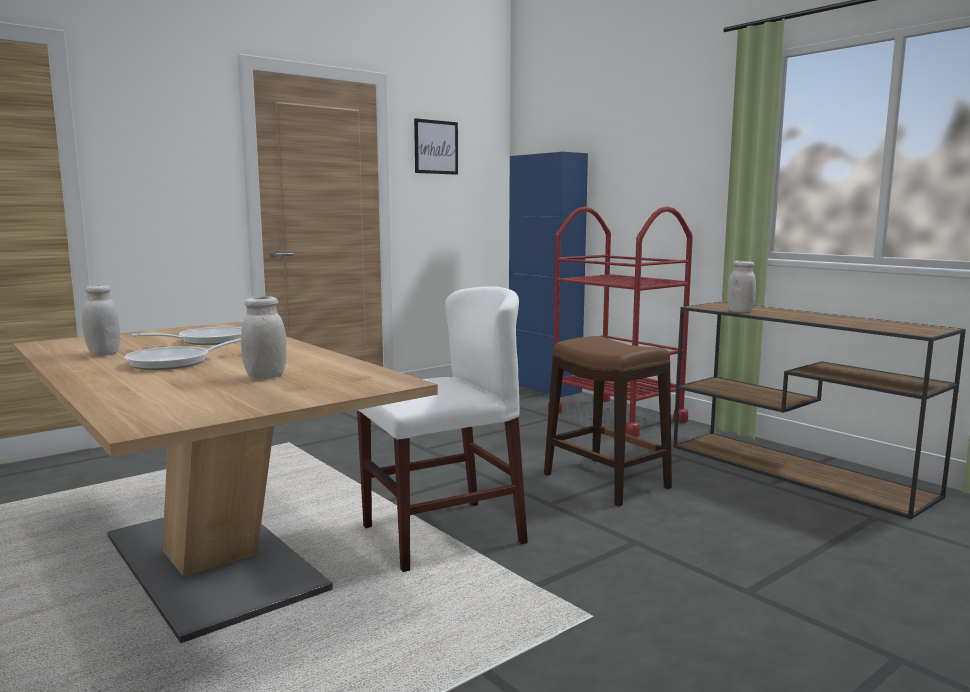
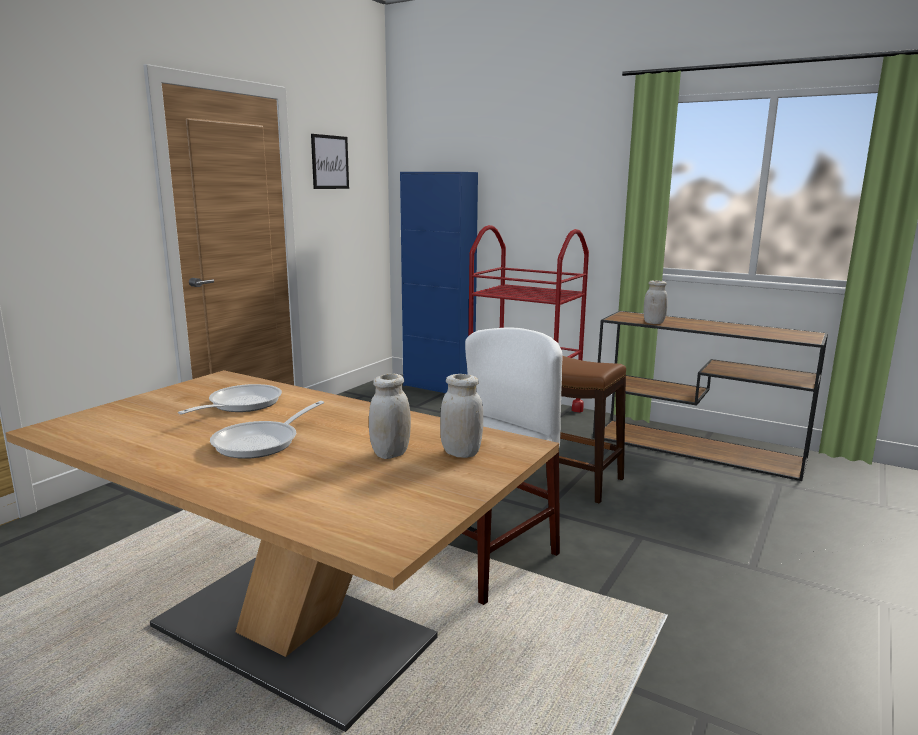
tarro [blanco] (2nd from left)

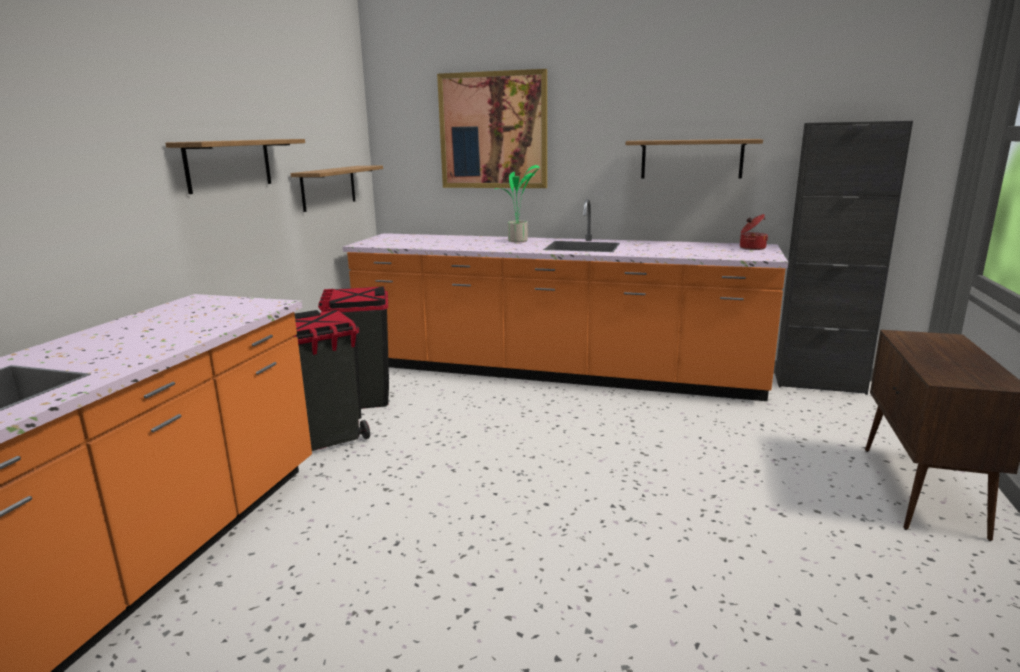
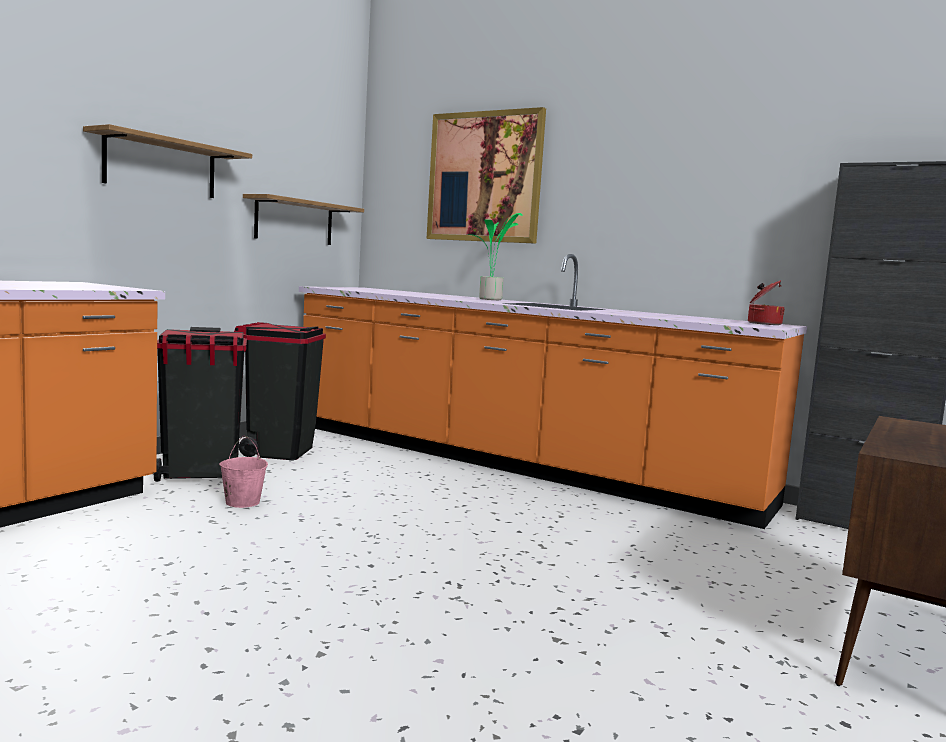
cubo [rosa]; estante (3rd from left in the first image)

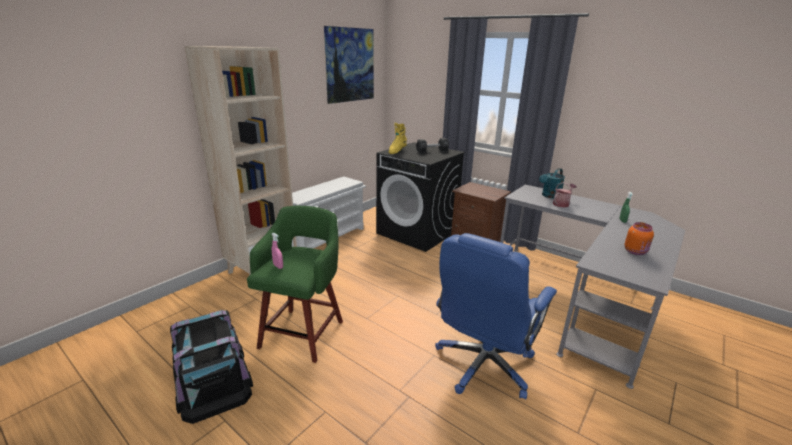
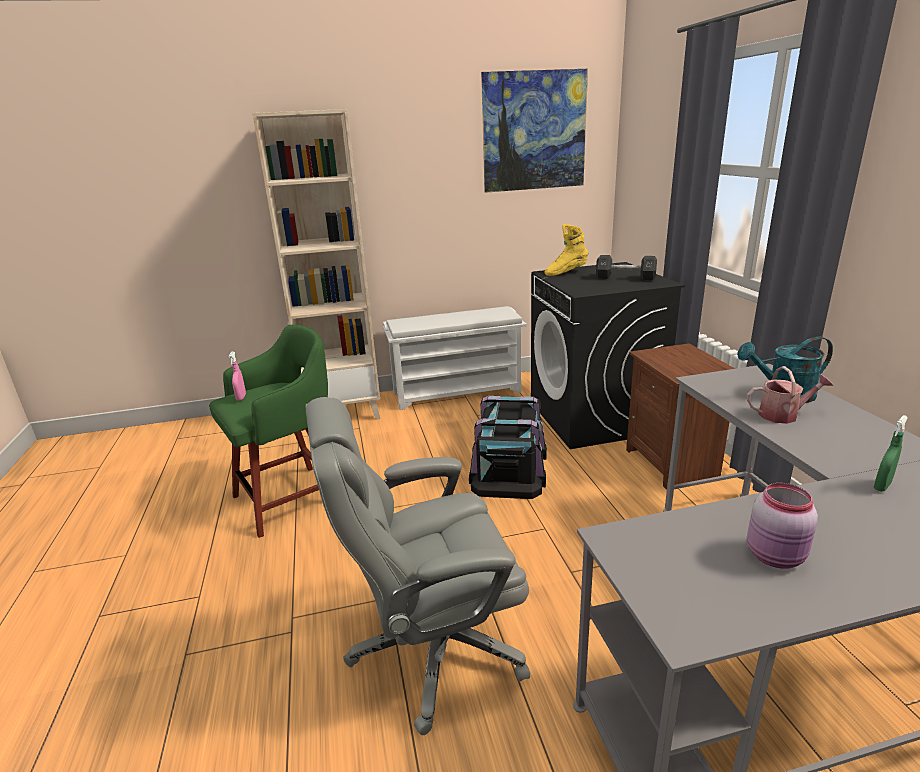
silla de oficina [gris]; caja de almacenaje [negro]; tarro [rosa]

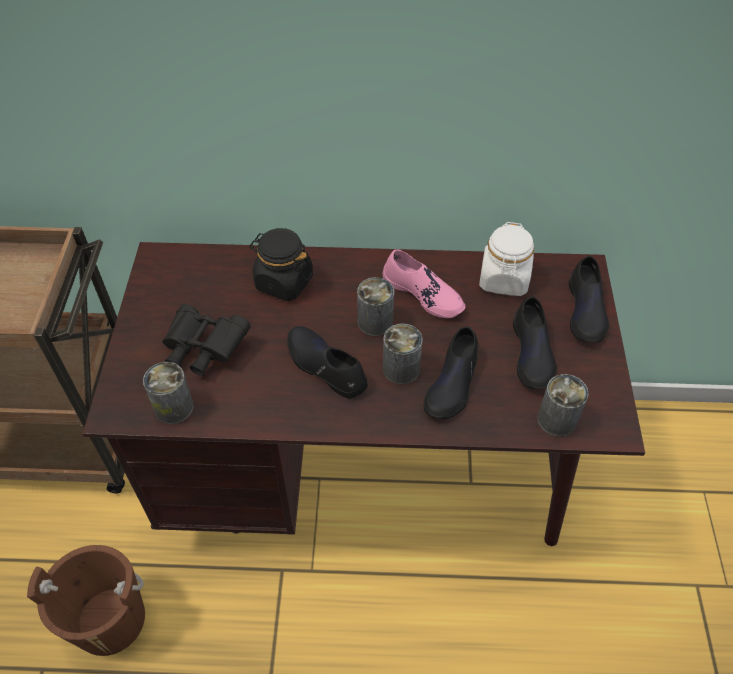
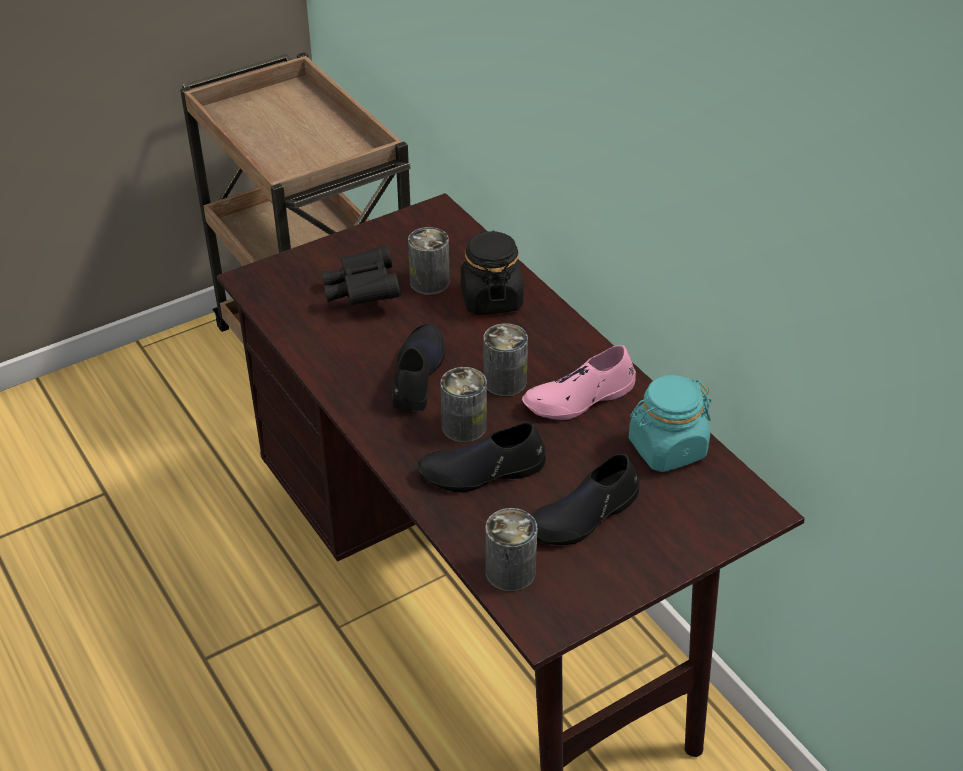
lata (1st from left); zapato [rosa]; tarro [turquesa]; cubo [marrón]; zapato [negro] (4th from left in the first image)

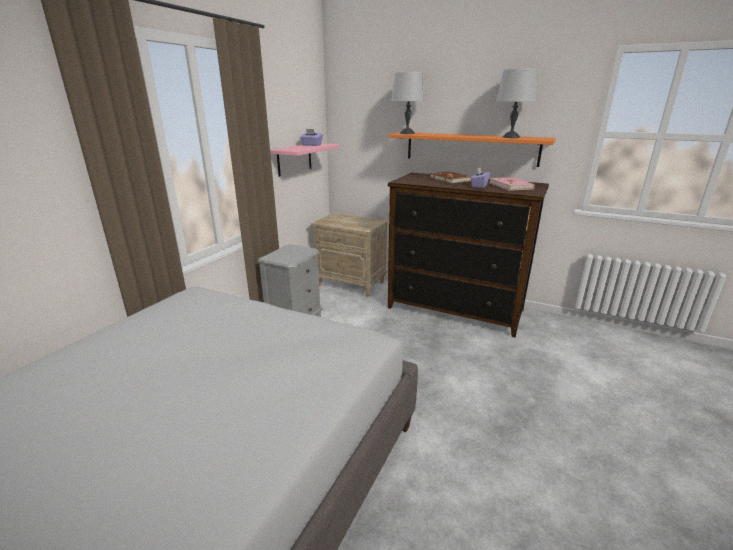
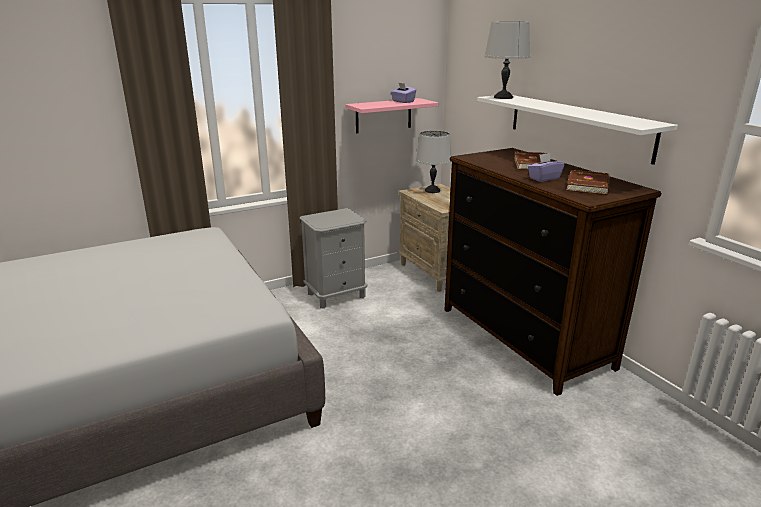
lámpara de mesa [gris] (1st from left); estante [blanco]; libro [marrón] (2nd from left)

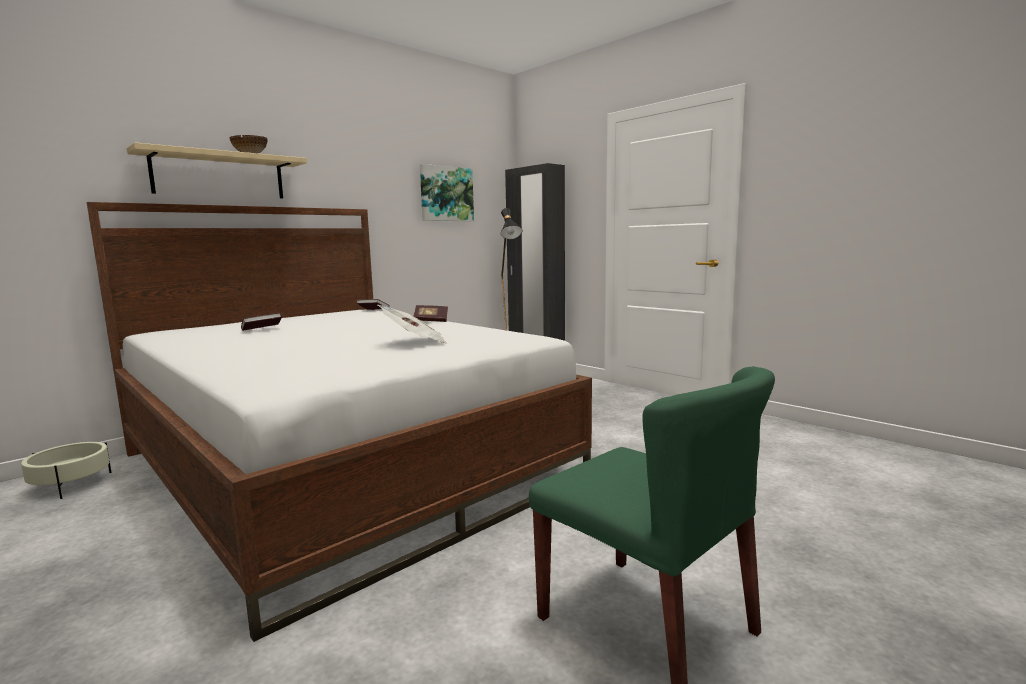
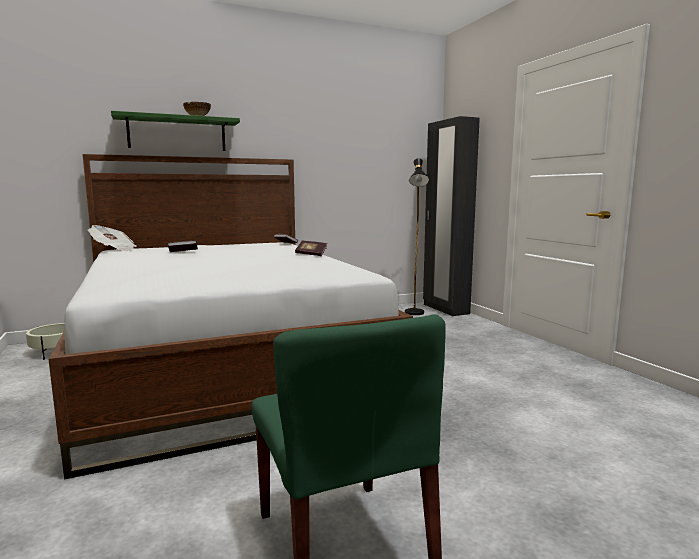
periódico; estante [verde]; cuadro

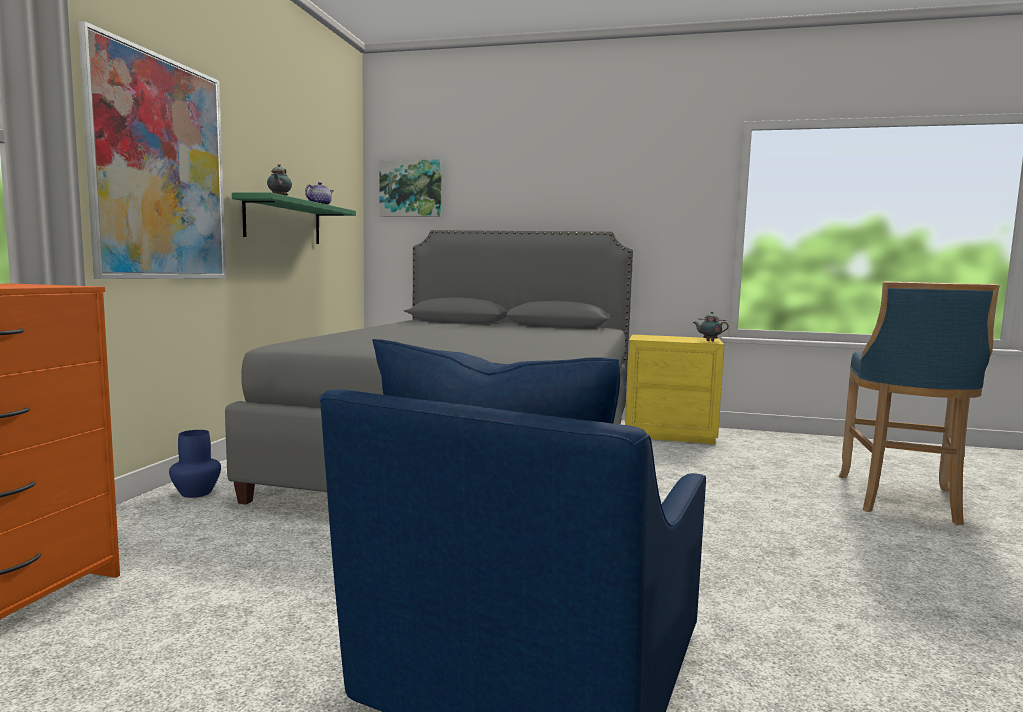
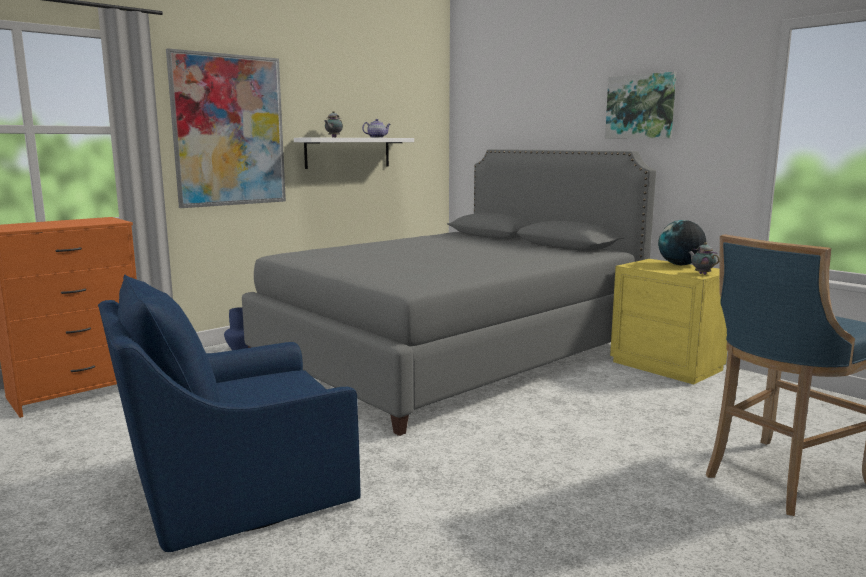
estante [blanco]; cuadro (2nd from left); globo terráqueo

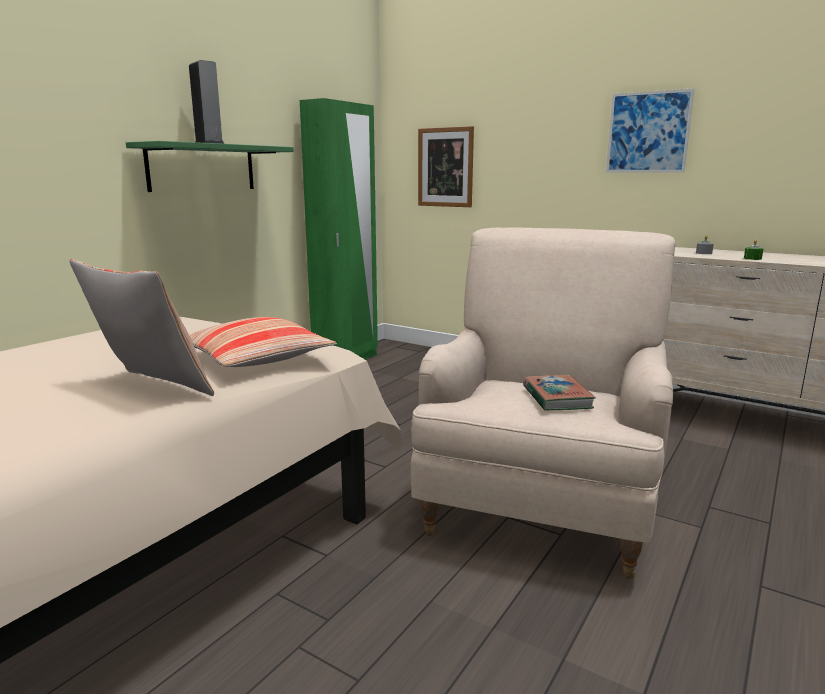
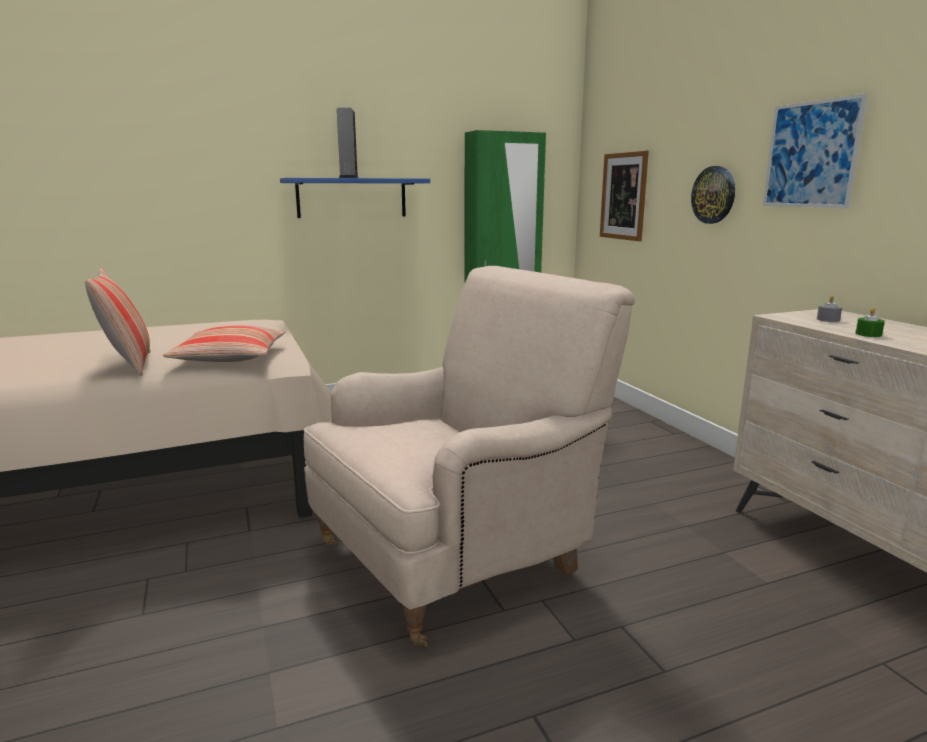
estante [azul]; reloj de pared; libro

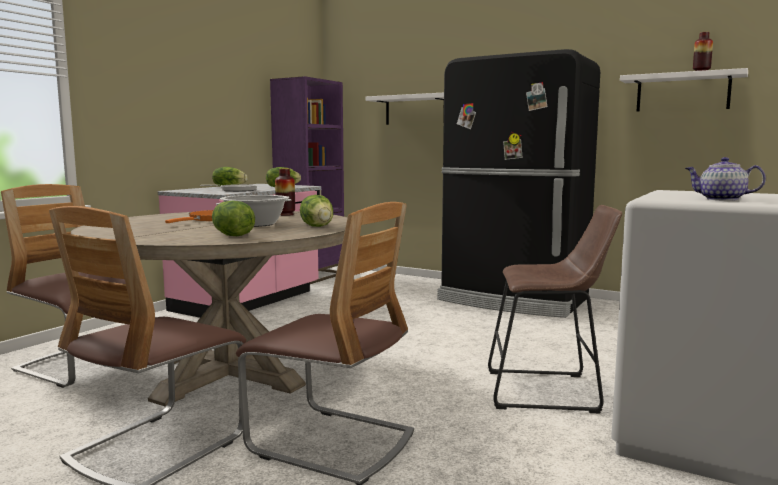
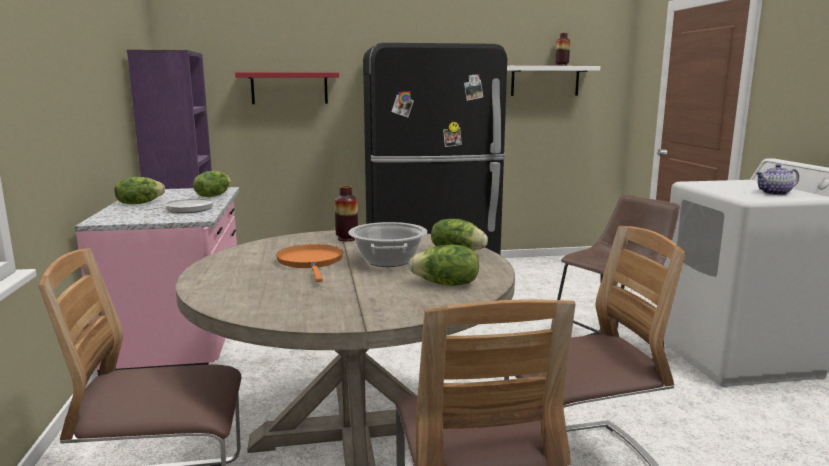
estante [rojo]

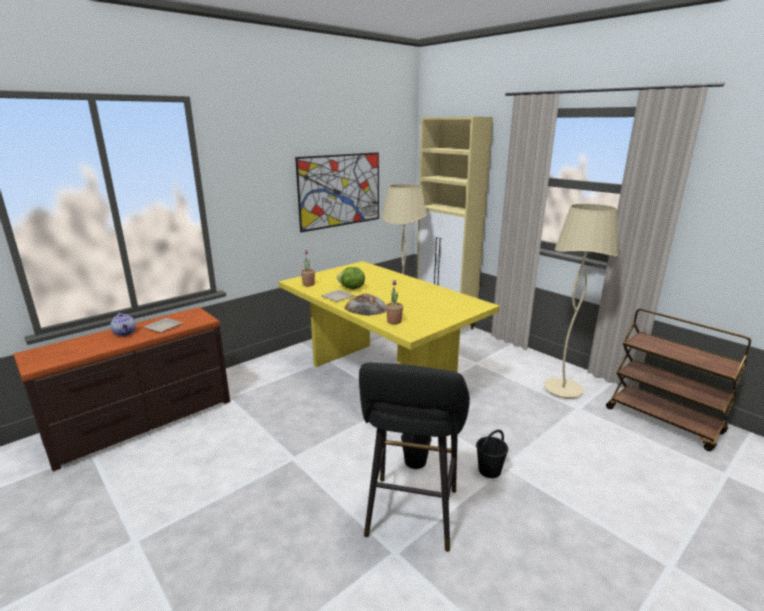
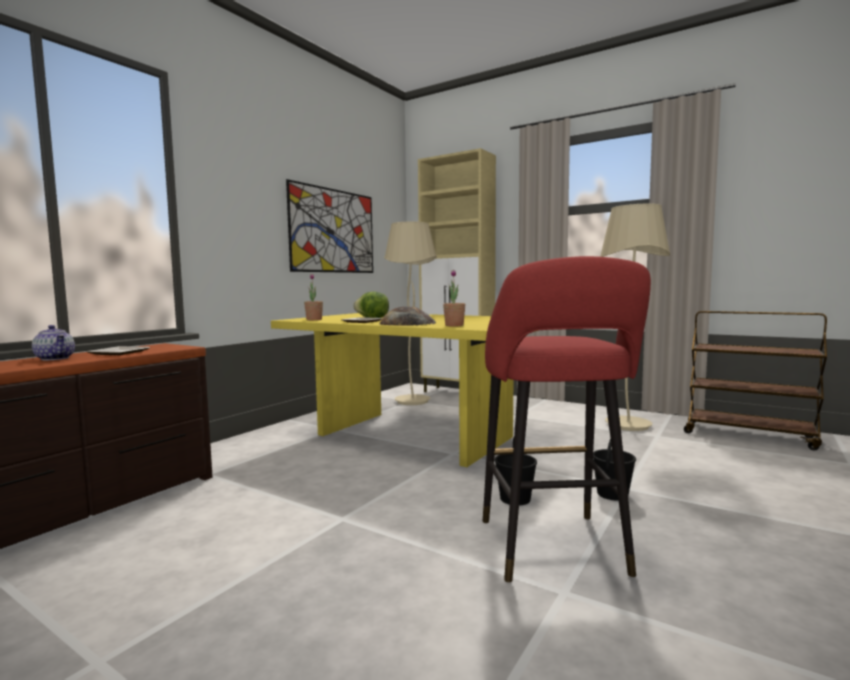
taburete [rojo]

